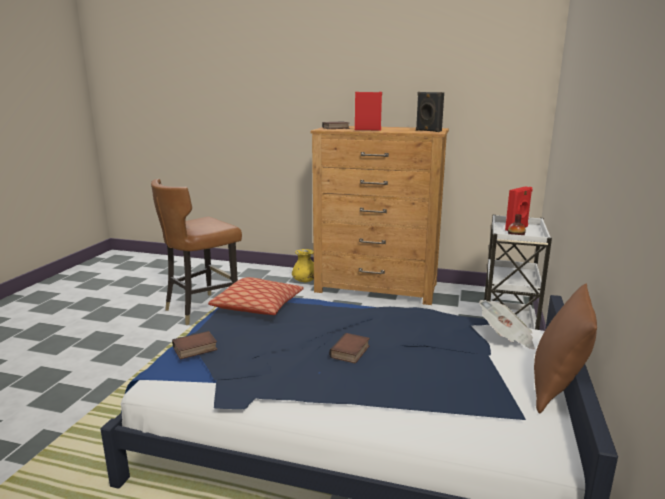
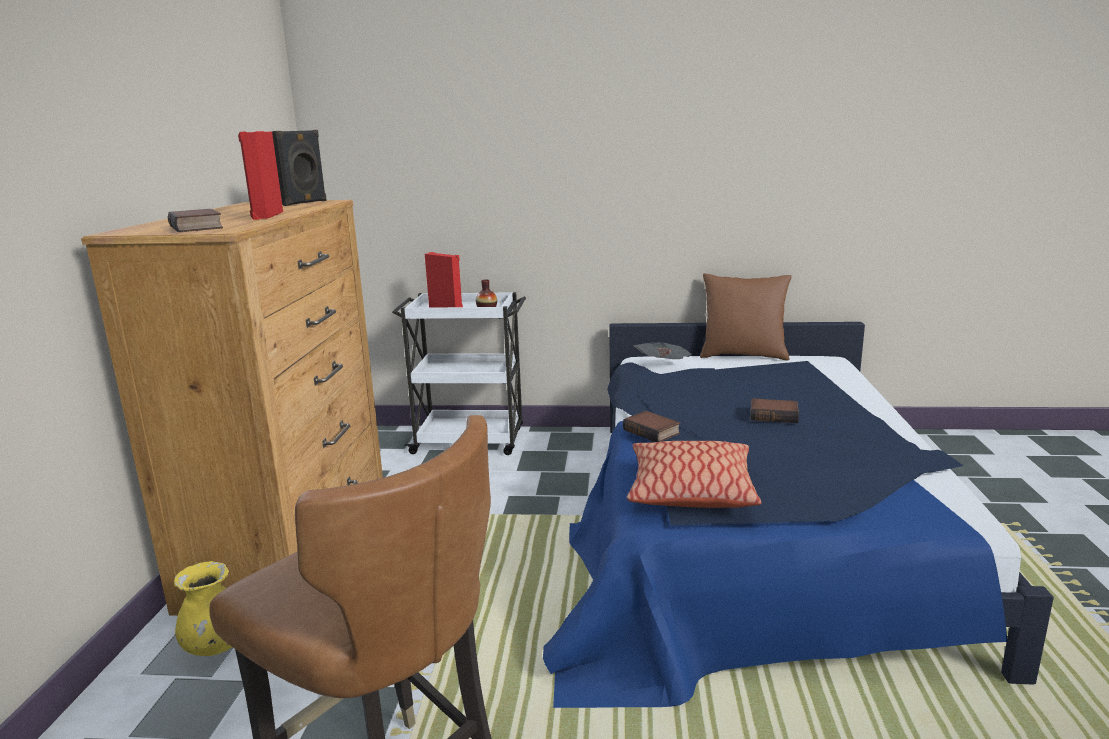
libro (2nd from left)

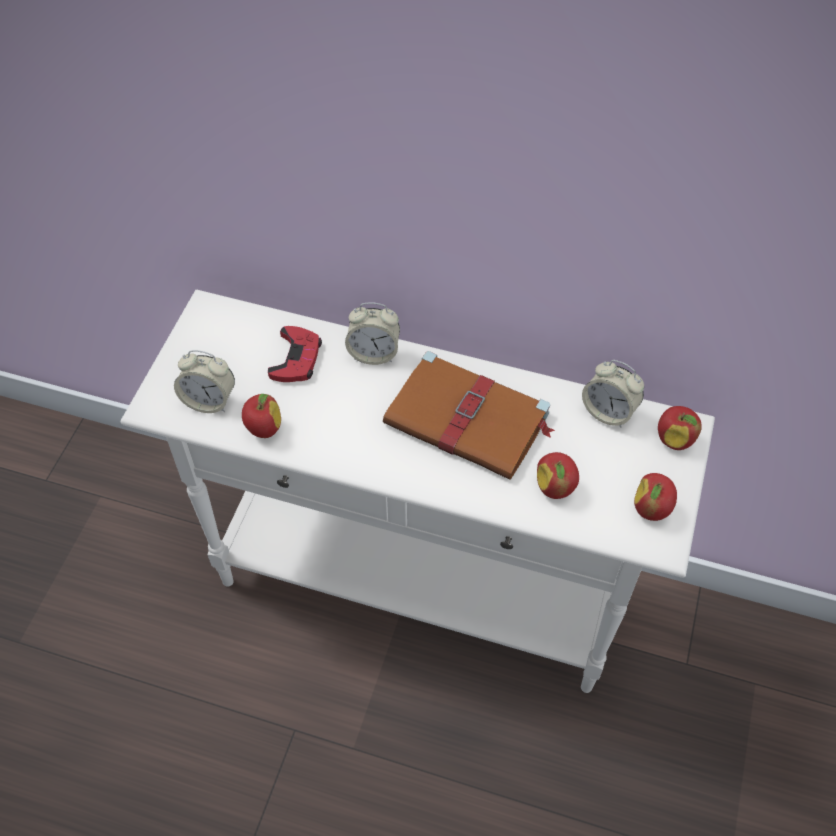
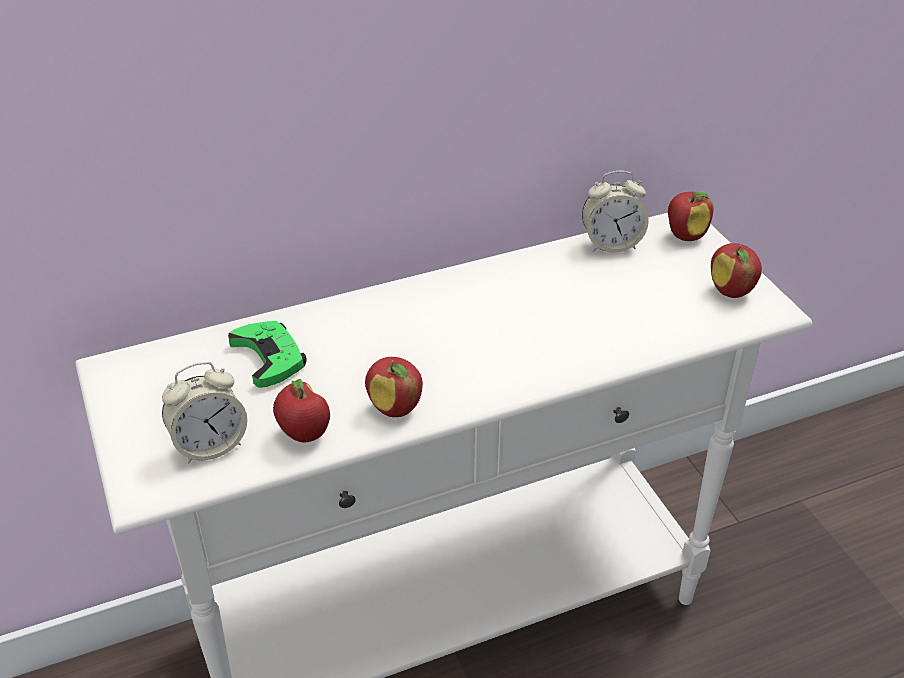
mando de consola [verde]; manzana (2nd from left); despertador (2nd from left in the first image); libro [marrón]

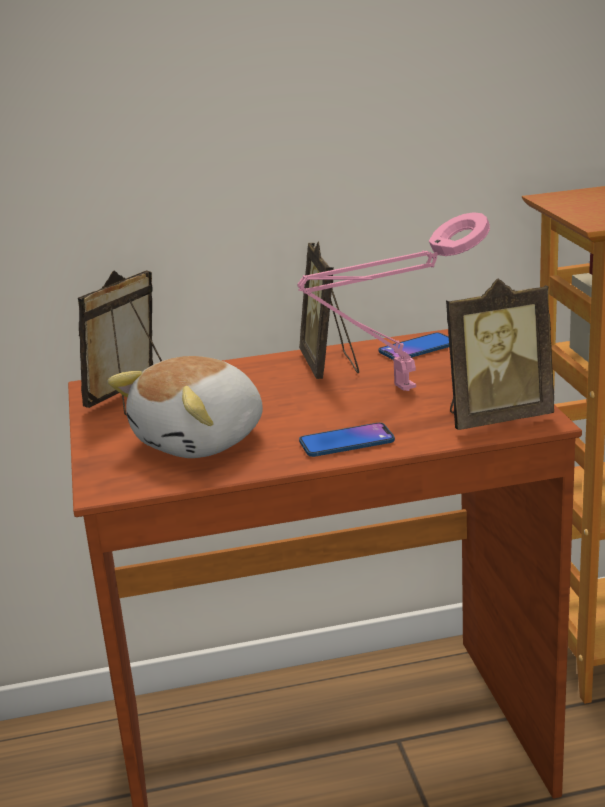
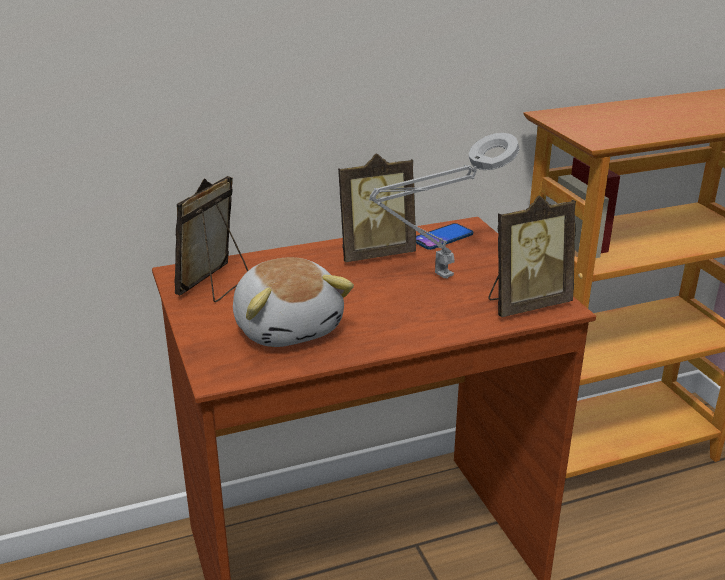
peluche; portarretratos (2nd from left); lámpara de mesa [gris]; móvil (1st from left in the first image)

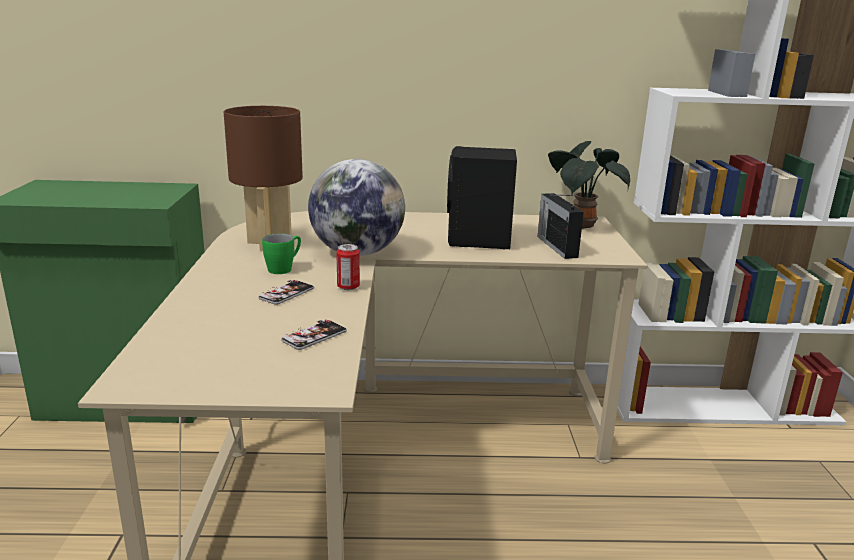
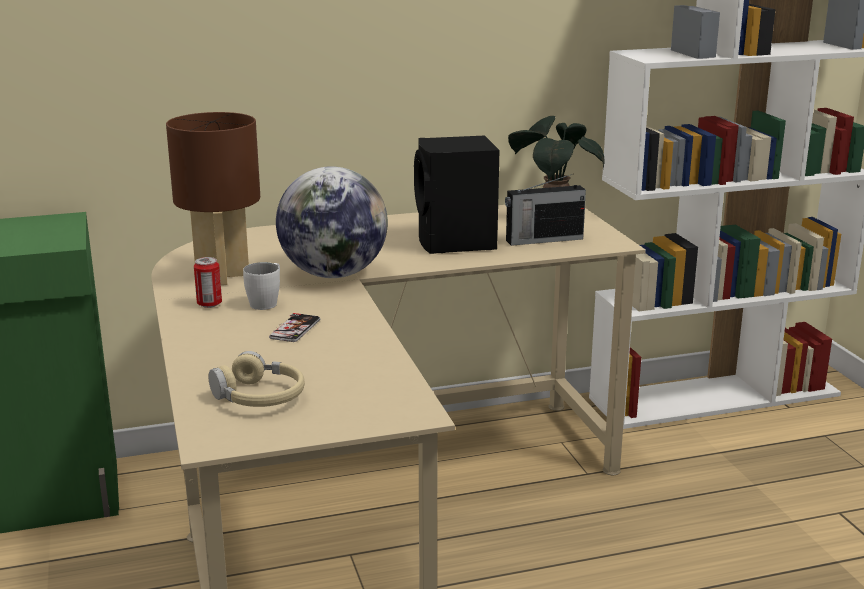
lata; auriculares [beis]; taza grande [blanco]; radio; móvil (2nd from left in the first image)

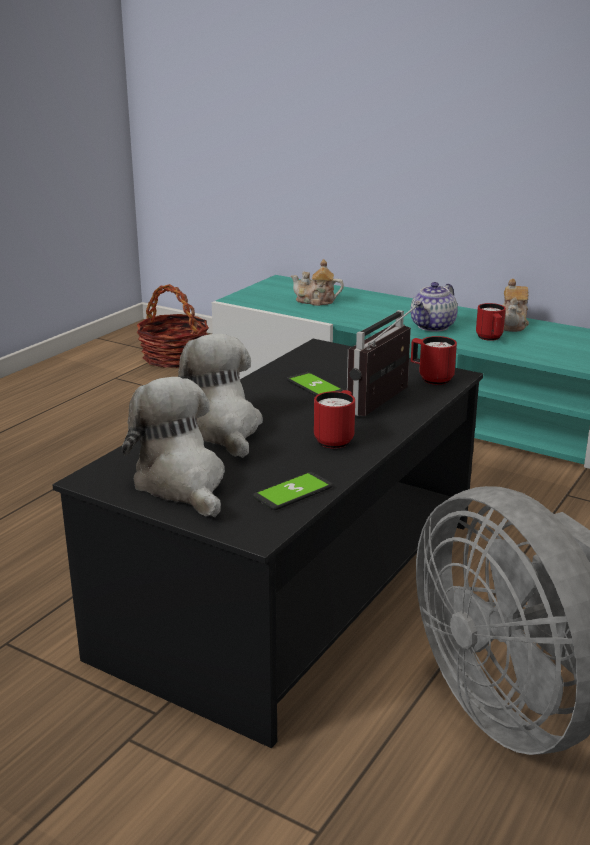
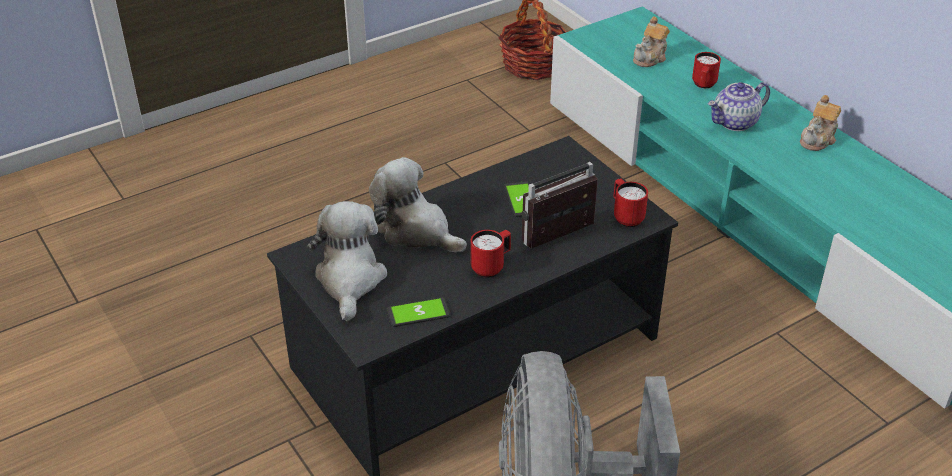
peluche (2nd from left); tetera (1st from left); taza grande [rojo] (3rd from left)

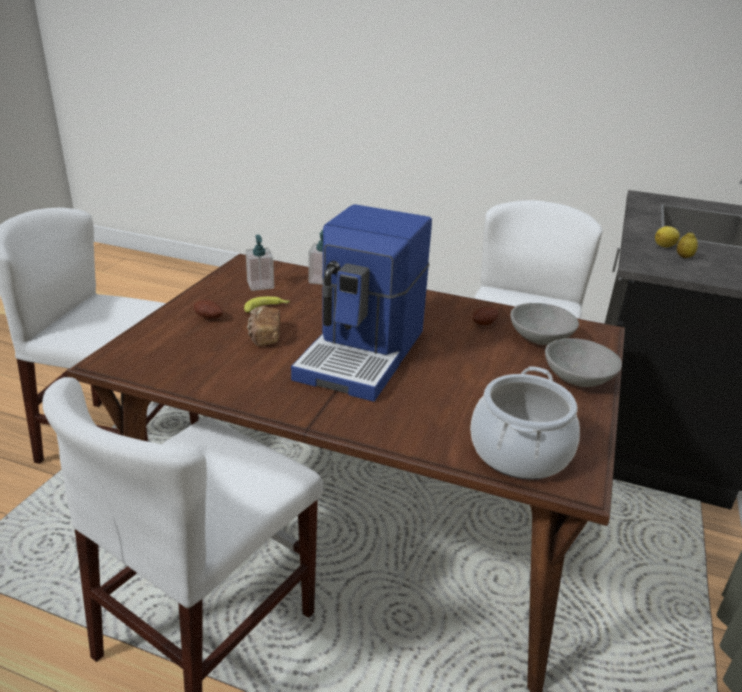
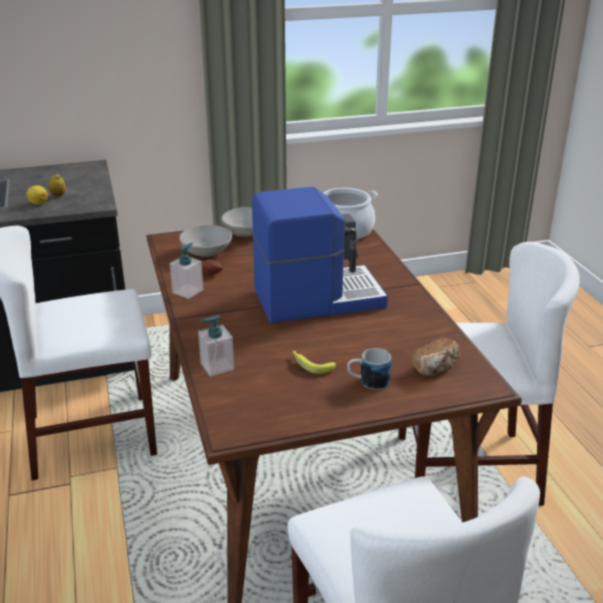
dispensador de jabón (1st from left); taza grande; pan

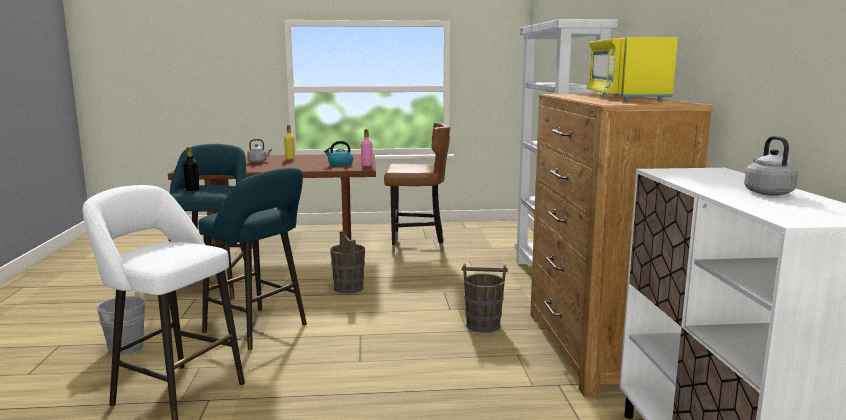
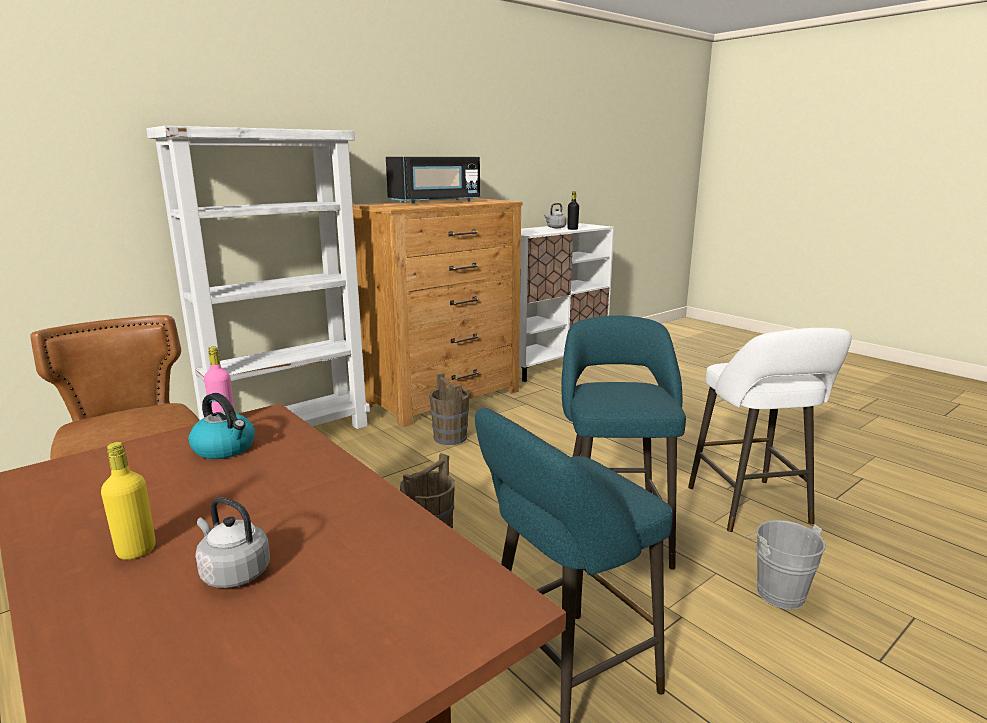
microondas [negro]; botella [negro]

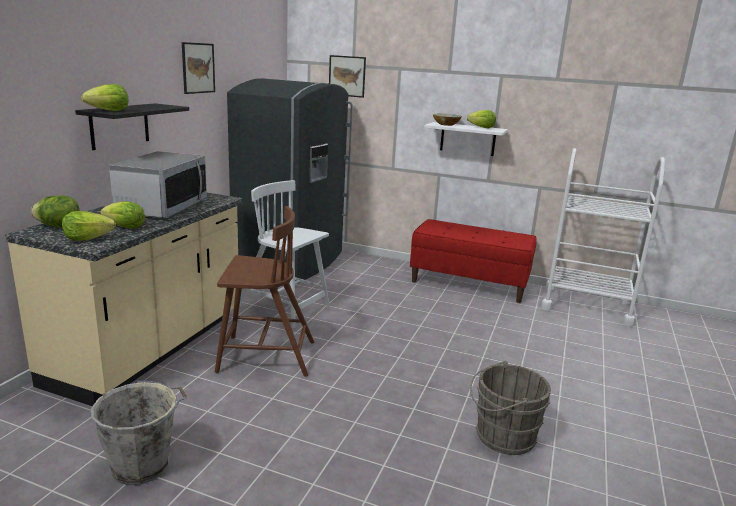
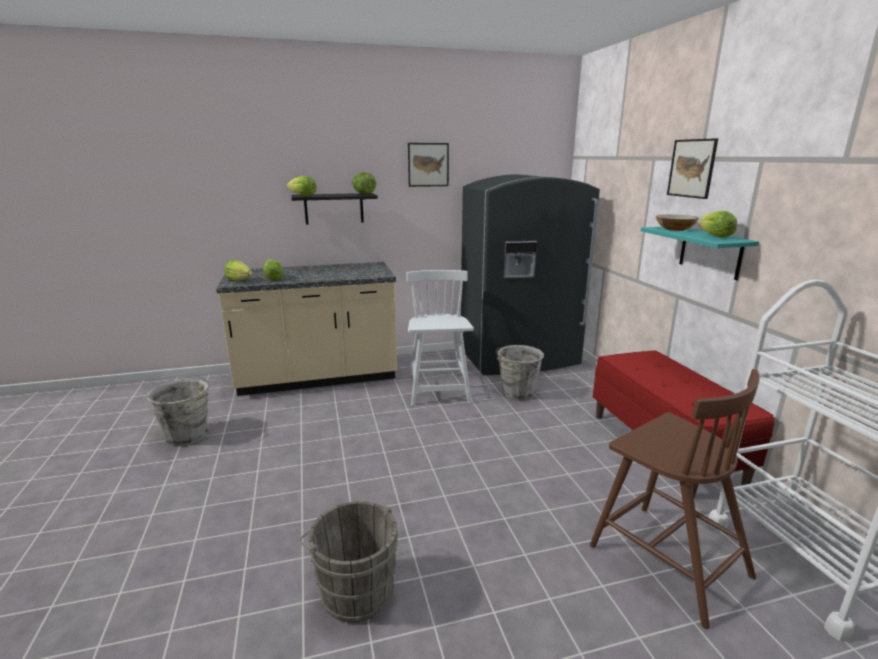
lechuga (4th from left); cubo [gris] (3rd from left); silla [marrón]; estante [turquesa]; cuadro (2nd from left); microondas

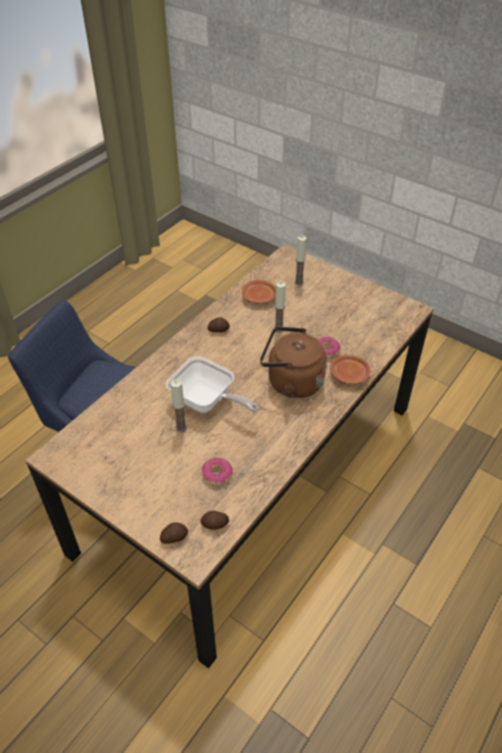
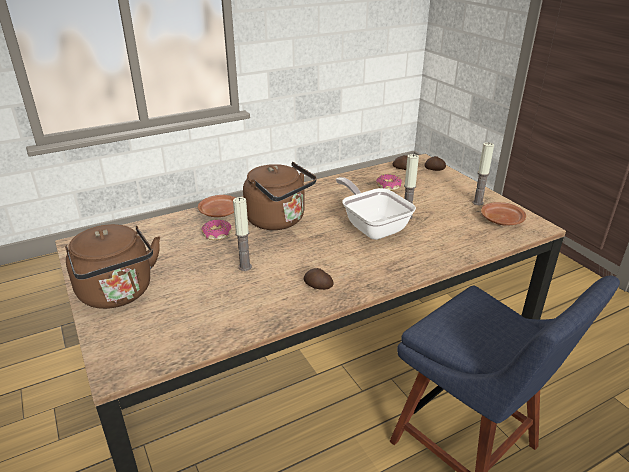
hervidor [marrón] (1st from left); vela (3rd from left); plato [marrón] (2nd from left)

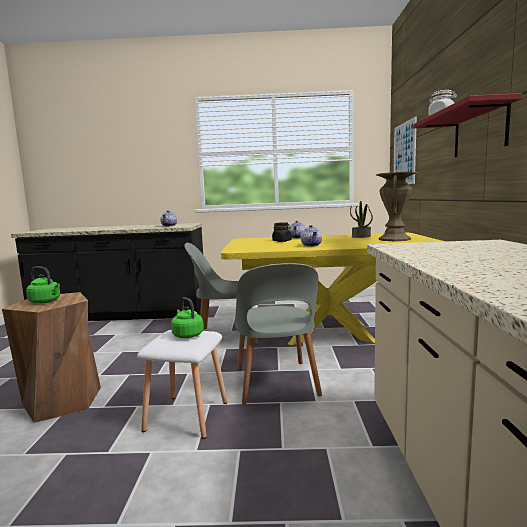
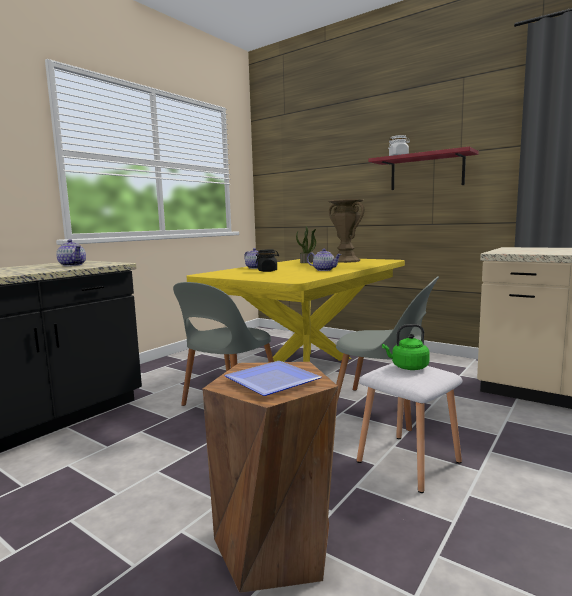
plato; cuadro

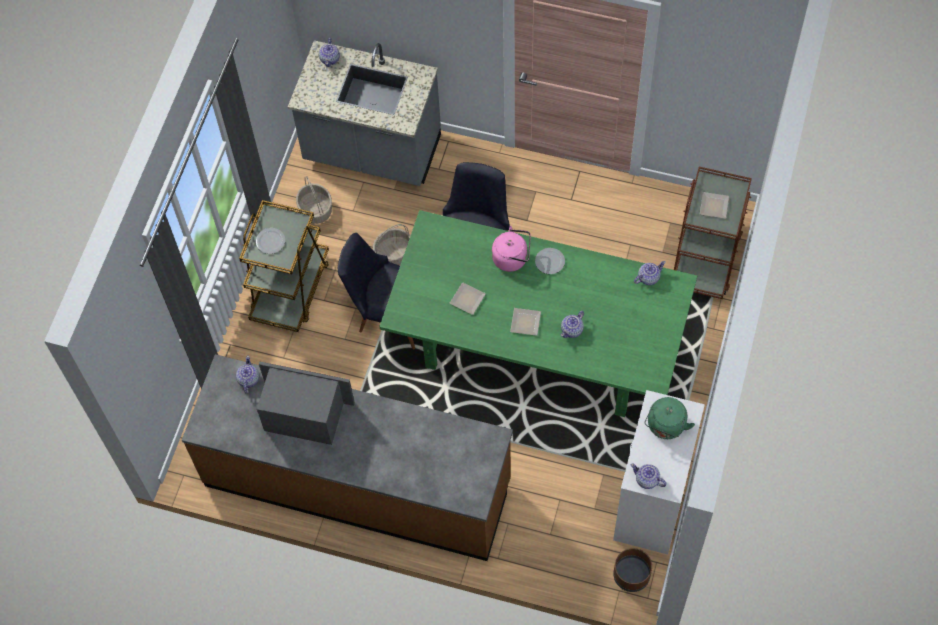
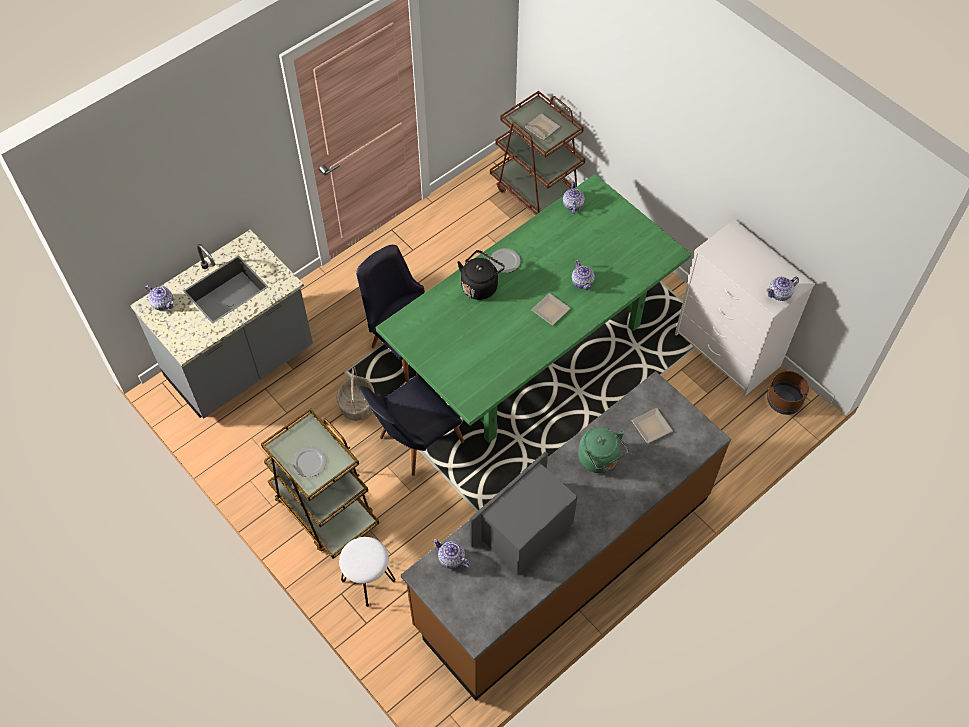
taburete [blanco]; hervidor [negro]; hervidor [verde]; plato (5th from left); cesta (1st from left in the first image)

